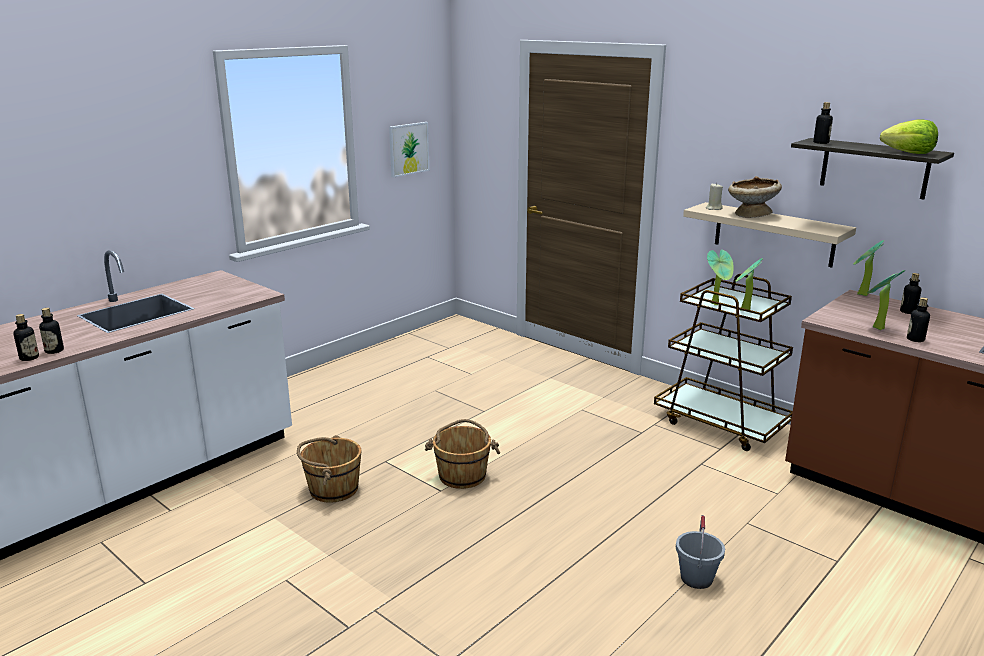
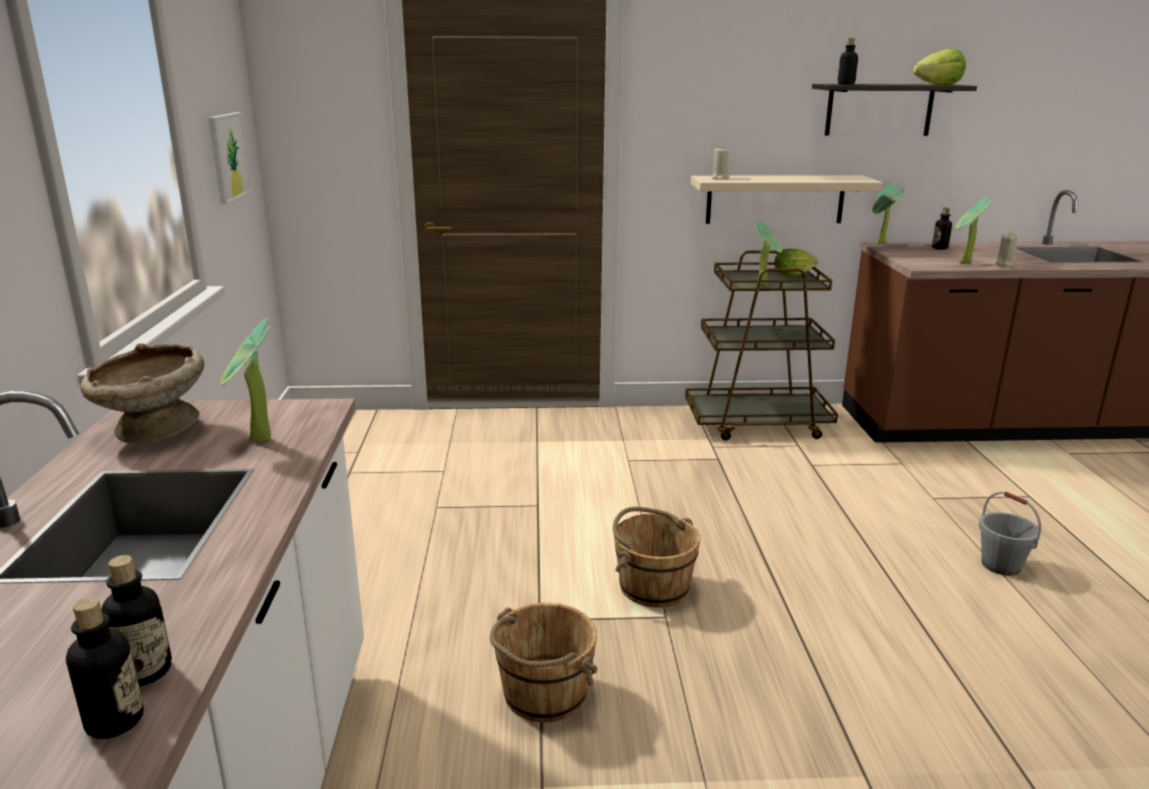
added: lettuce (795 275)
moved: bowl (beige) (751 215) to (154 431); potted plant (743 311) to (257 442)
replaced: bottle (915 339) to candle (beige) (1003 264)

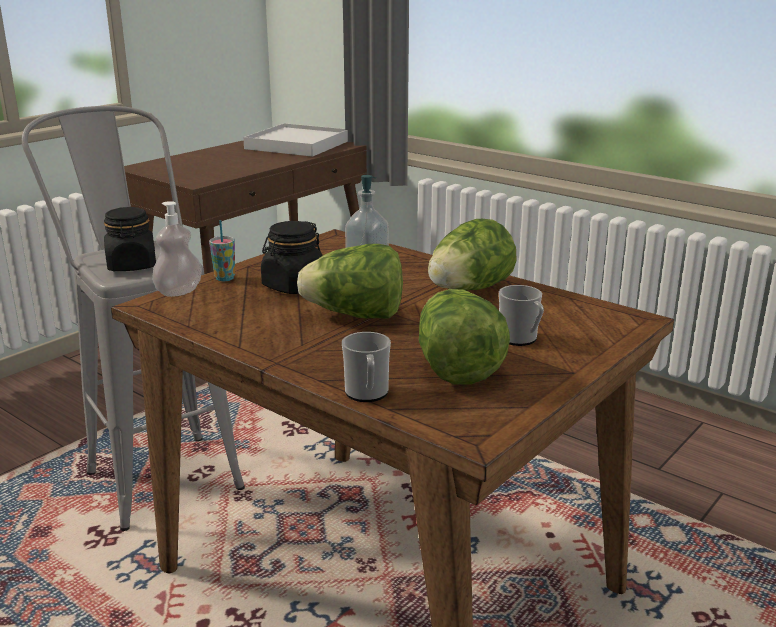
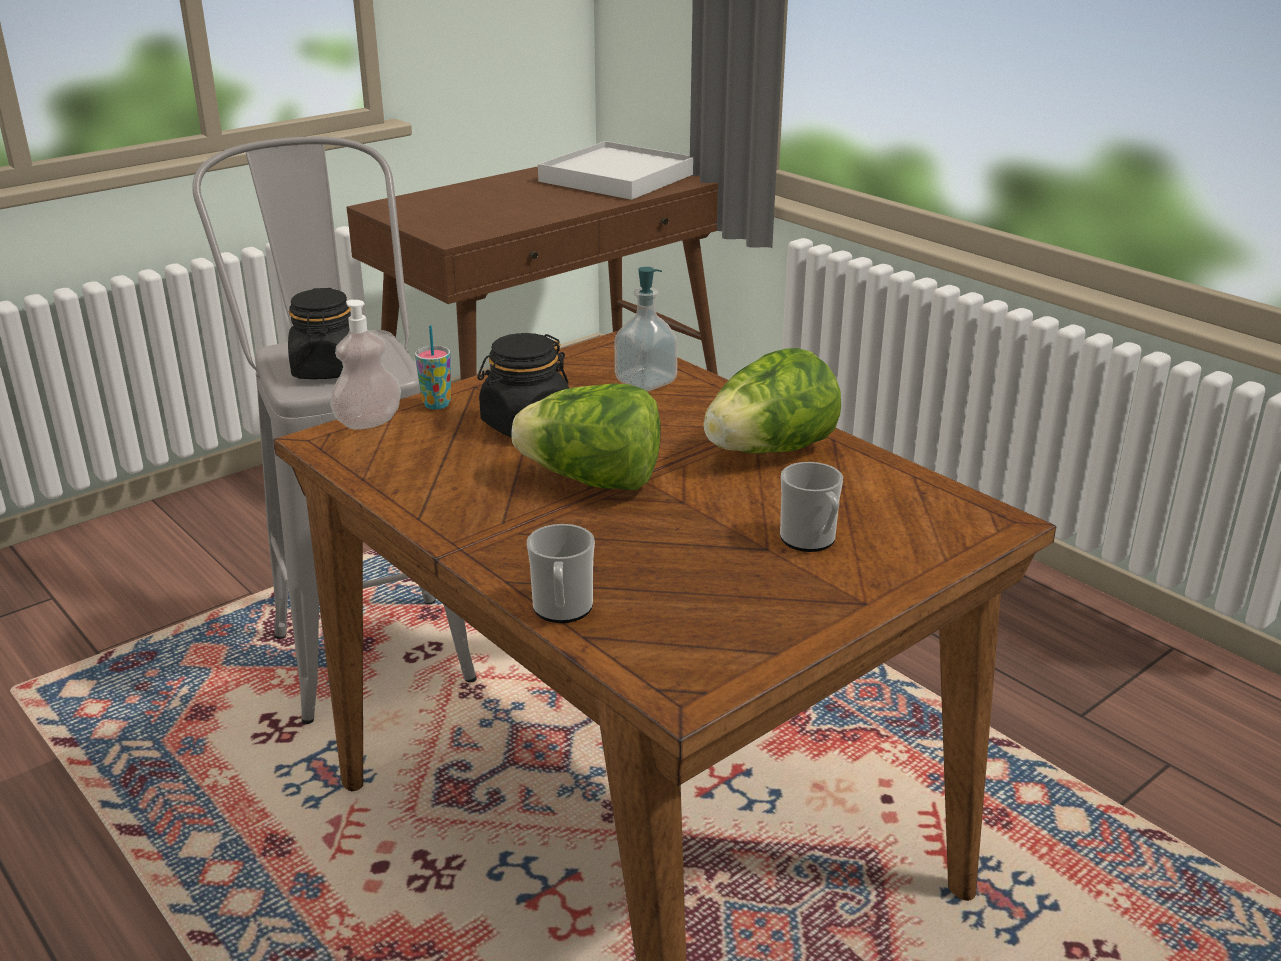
removed: lettuce (456 368)

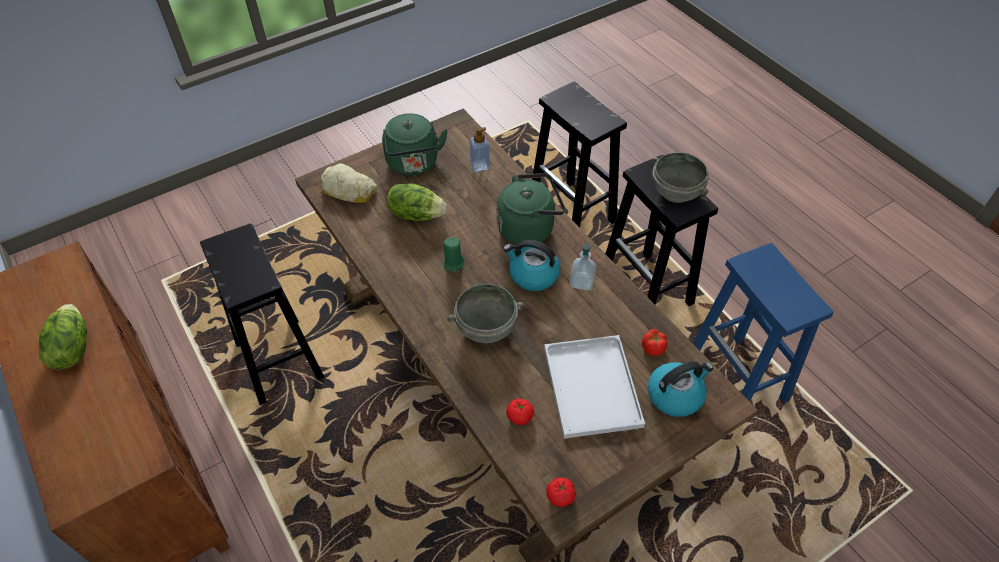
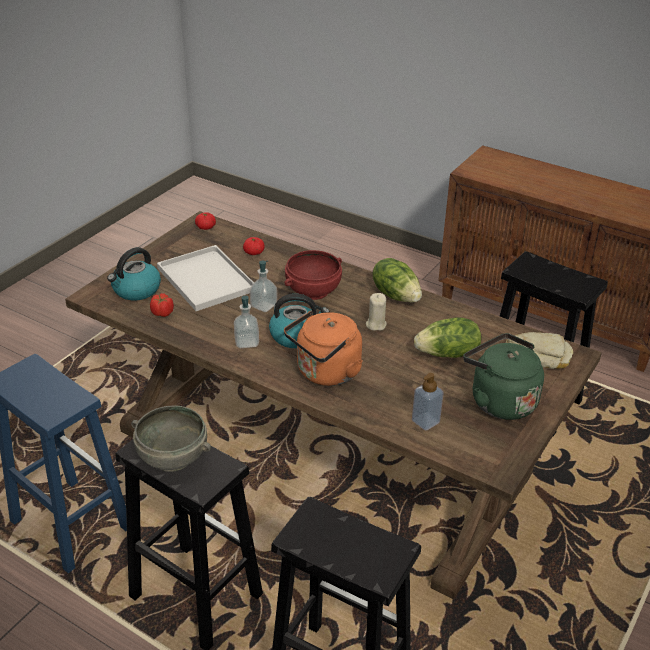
added: soap dispenser (263 306)
moved: lettuce (71 348) to (396 295)
recoloured: kettle (green) (528 228) to kettle (orange) (325 373); candle (green) (453 264) to candle (beige) (375 324); bowl (grey) (486 328) to bowl (red) (312 290)

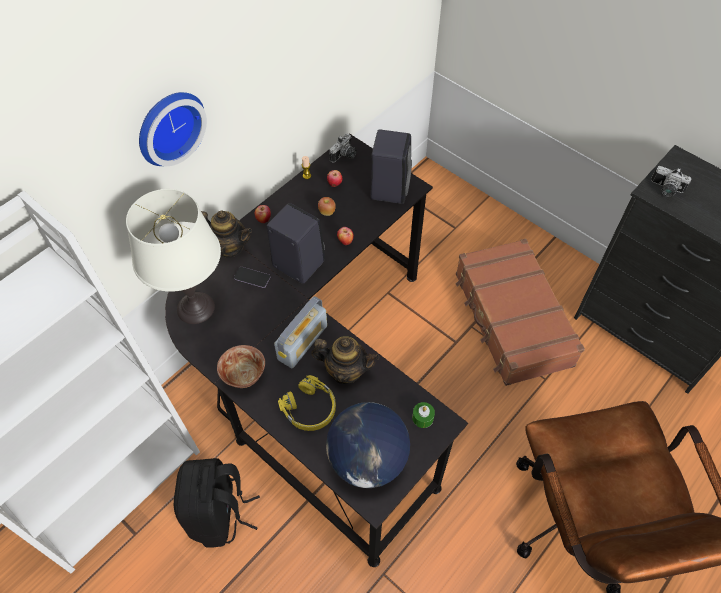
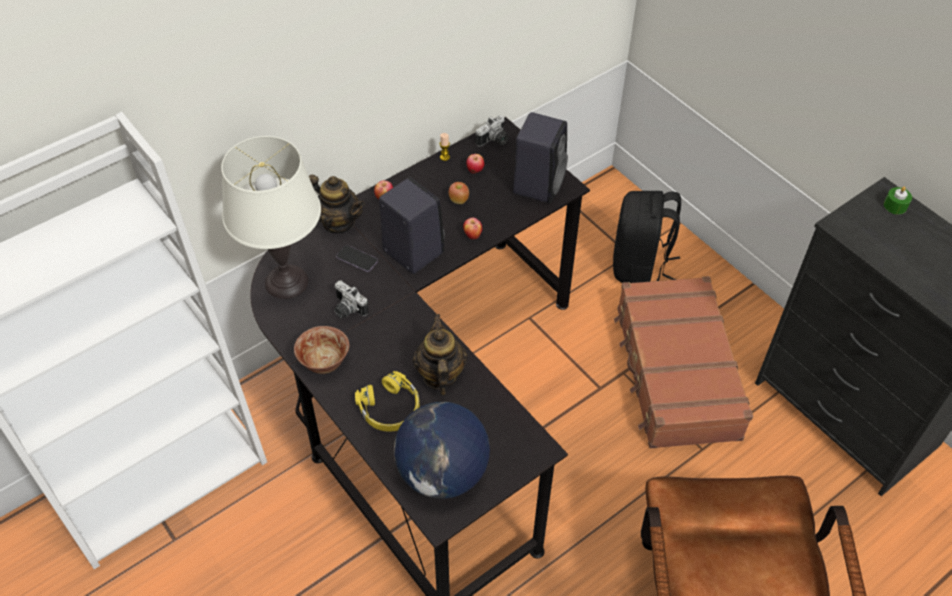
removed: wall clock (168 126); radio (302 342)
moved: photo camera (665 189) to (347 309); candle (green) (422 418) to (895 206); backpack (black) (220 514) to (640 266)
turned: teapot (345 370) = (440 375) 120 degrees counterclockwise

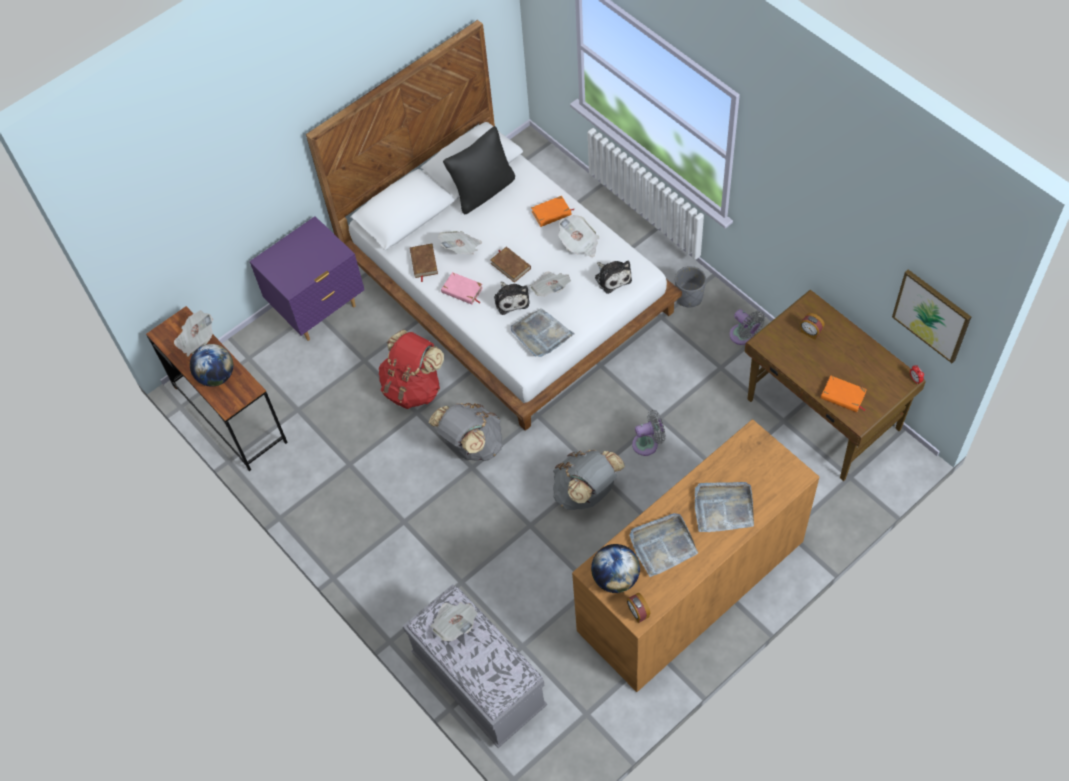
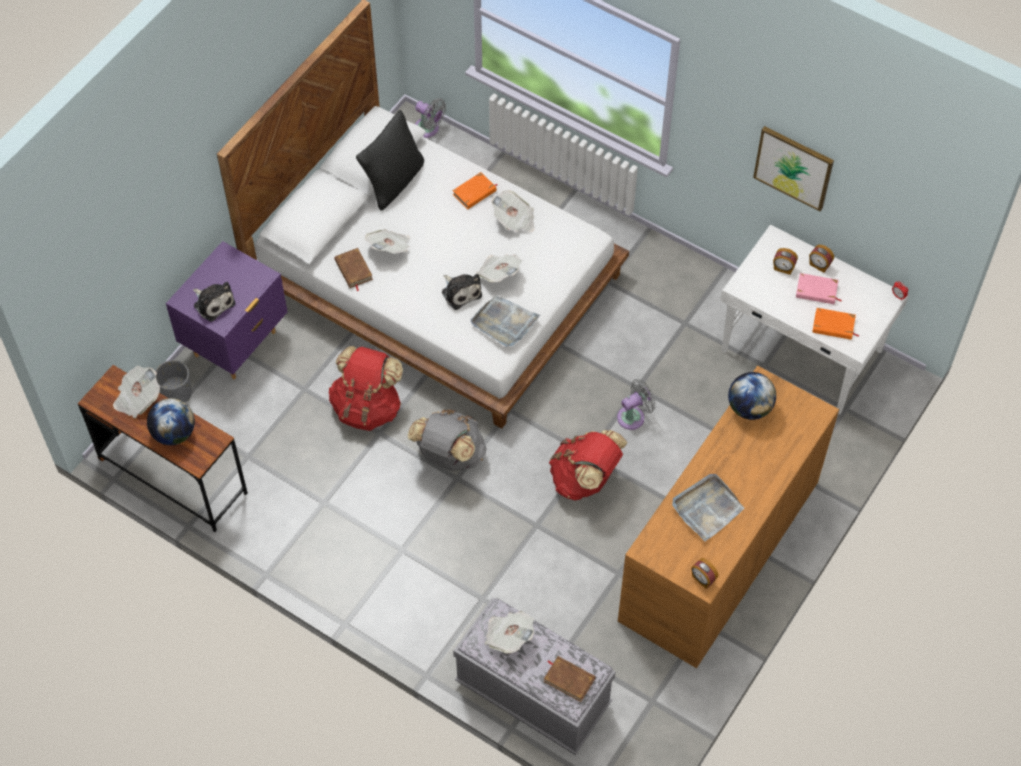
removed: tray (grey) (723 508)
added: alarm clock (819 265)
moved: book (brown) (510 265) to (569 679); plush toy (612 277) to (213 303); planter (grey) (689 297) to (177 393); picture (931 315) to (793 167); book (pink) (462 290) to (816 291); fan (grey) (743 336) to (428 129); globe (615 578) to (749 408)
recoloured: desk (brown) (823 416) to desk (white) (801 352); backpack (grey) (586 492) to backpack (red) (585 479)

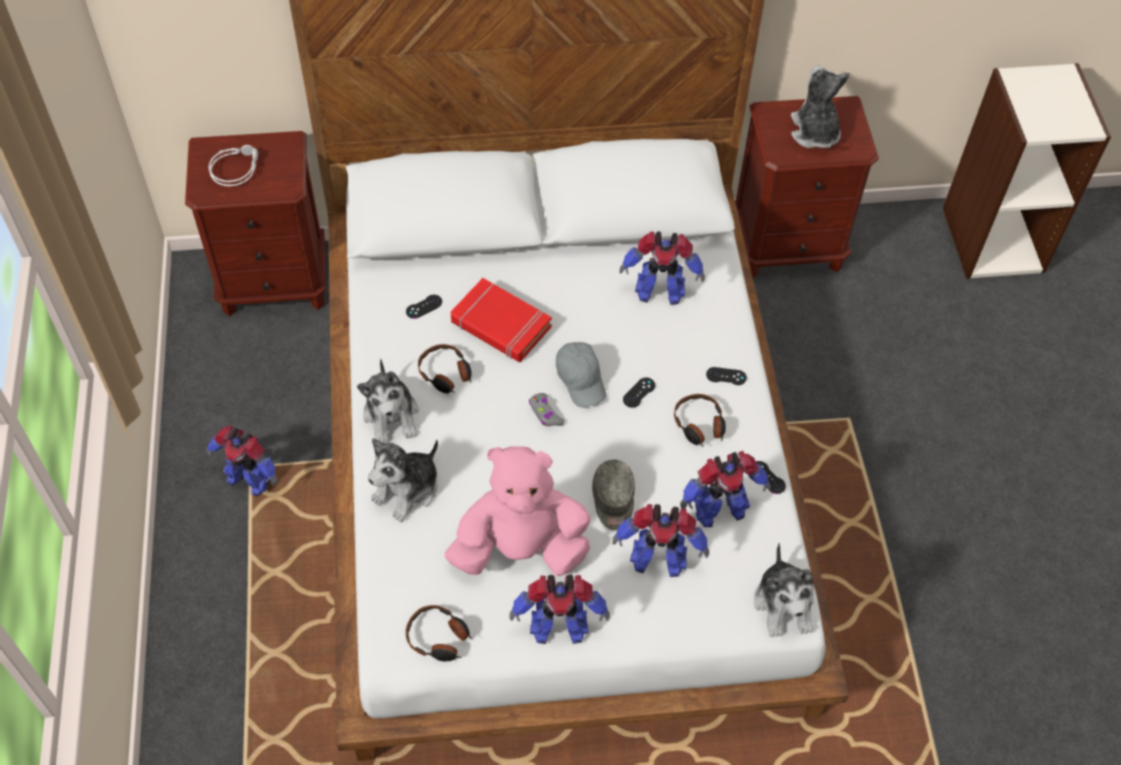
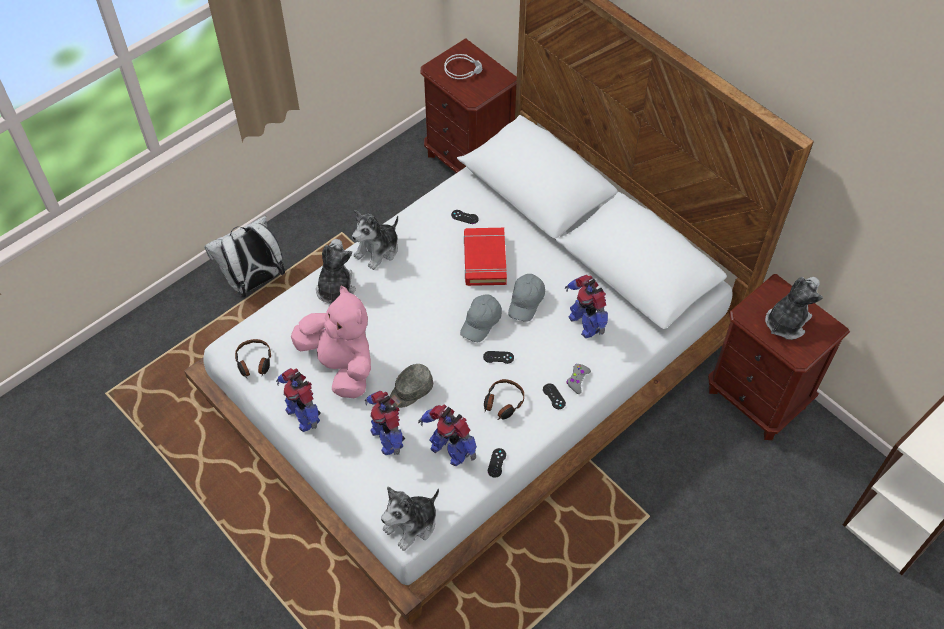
removed: headphones (446 374); toy robot (249 479)
added: backpack (white) (254 282); cap (grey) (526 302)
moved: game controller (grey) (545 413) to (577 380)
turned: plush toy (407 490) = (335 288) 90 degrees clockwise

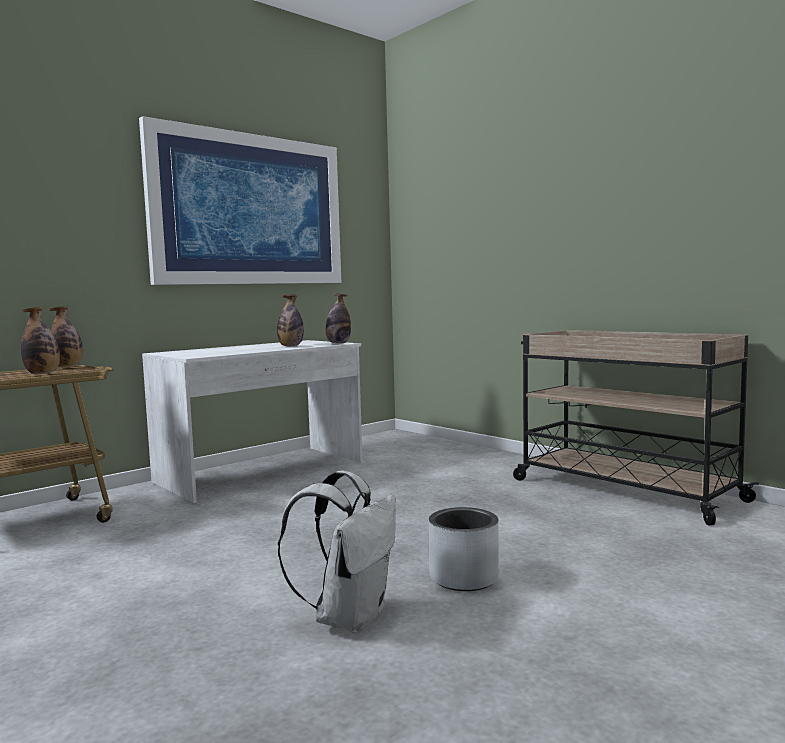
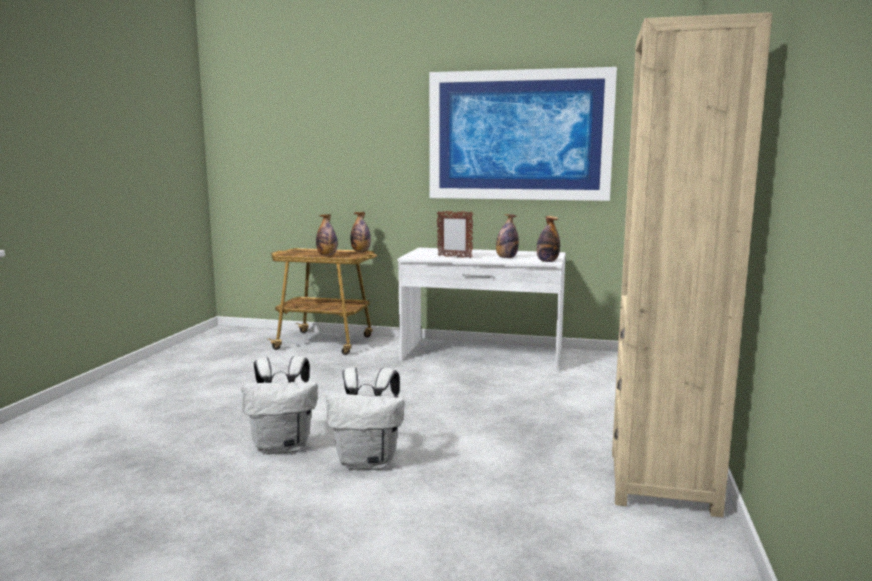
added: picture frame (454 257)
replaced: cart (beige) (622 489) to bookcase (beige) (662 482); planter (grey) (464 577) to backpack (white) (368 462)

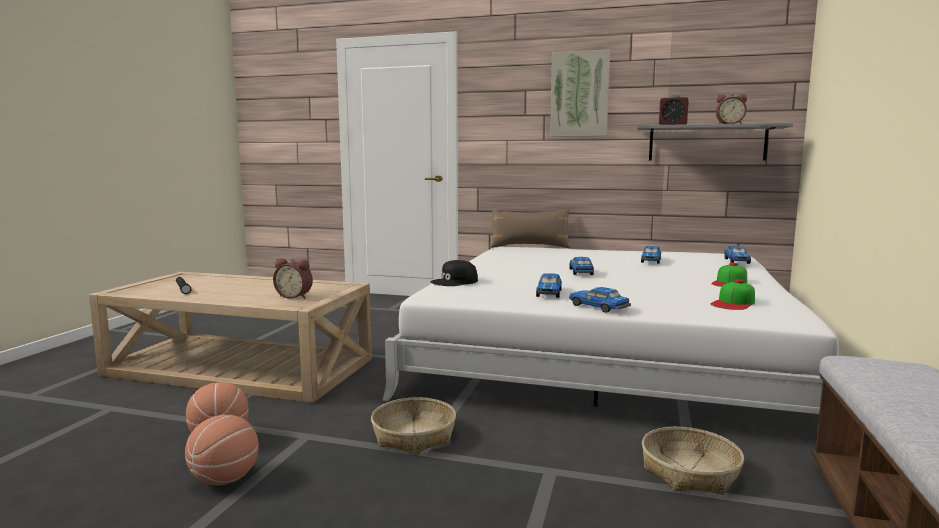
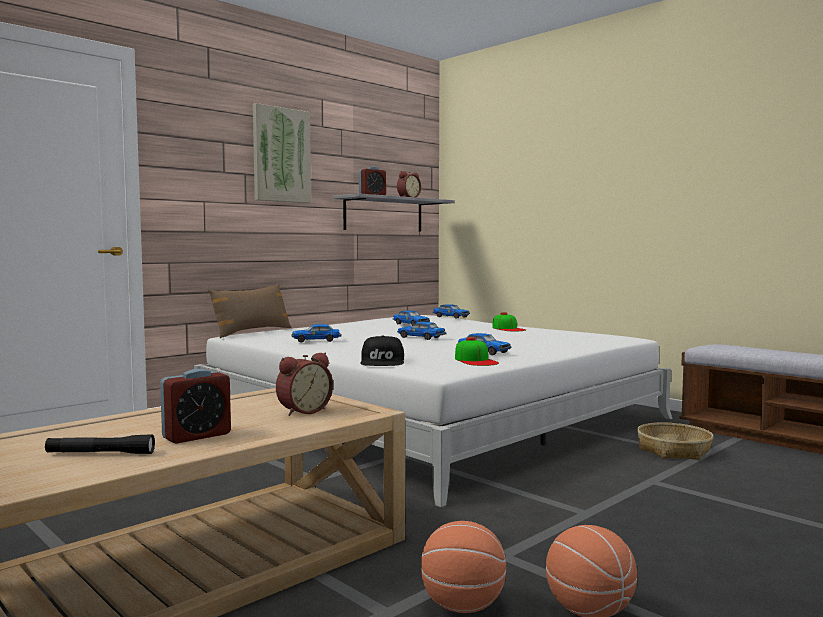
removed: basket (414 436)
added: alarm clock (197 436)
moved: cap (733 303) to (476 360); toy car (599 307) to (316 340)

